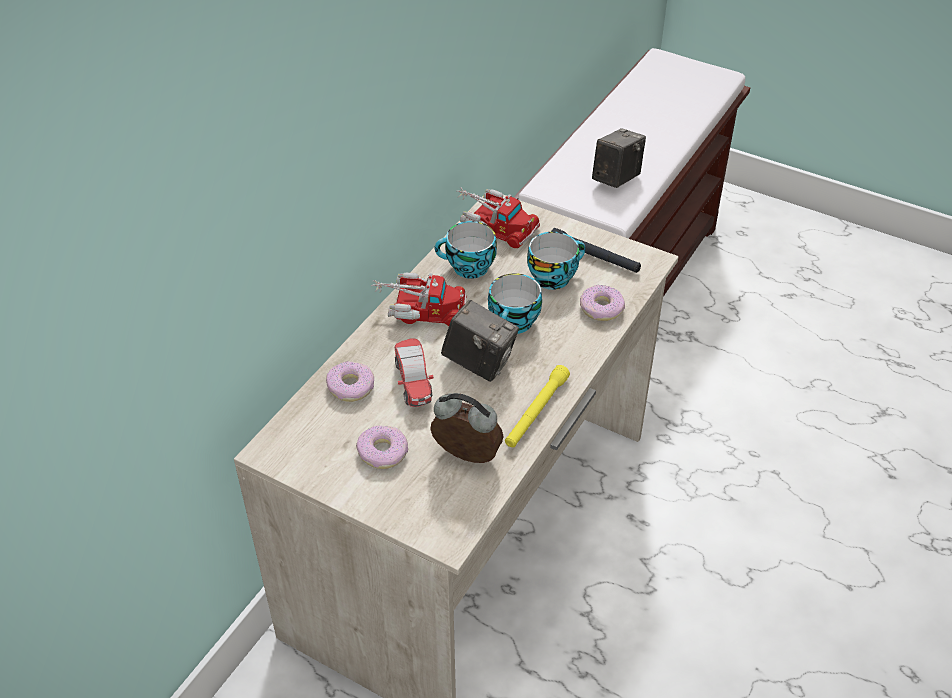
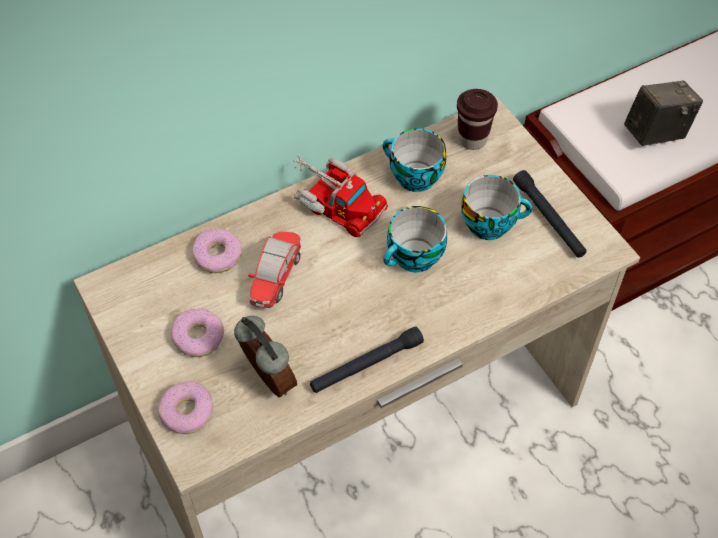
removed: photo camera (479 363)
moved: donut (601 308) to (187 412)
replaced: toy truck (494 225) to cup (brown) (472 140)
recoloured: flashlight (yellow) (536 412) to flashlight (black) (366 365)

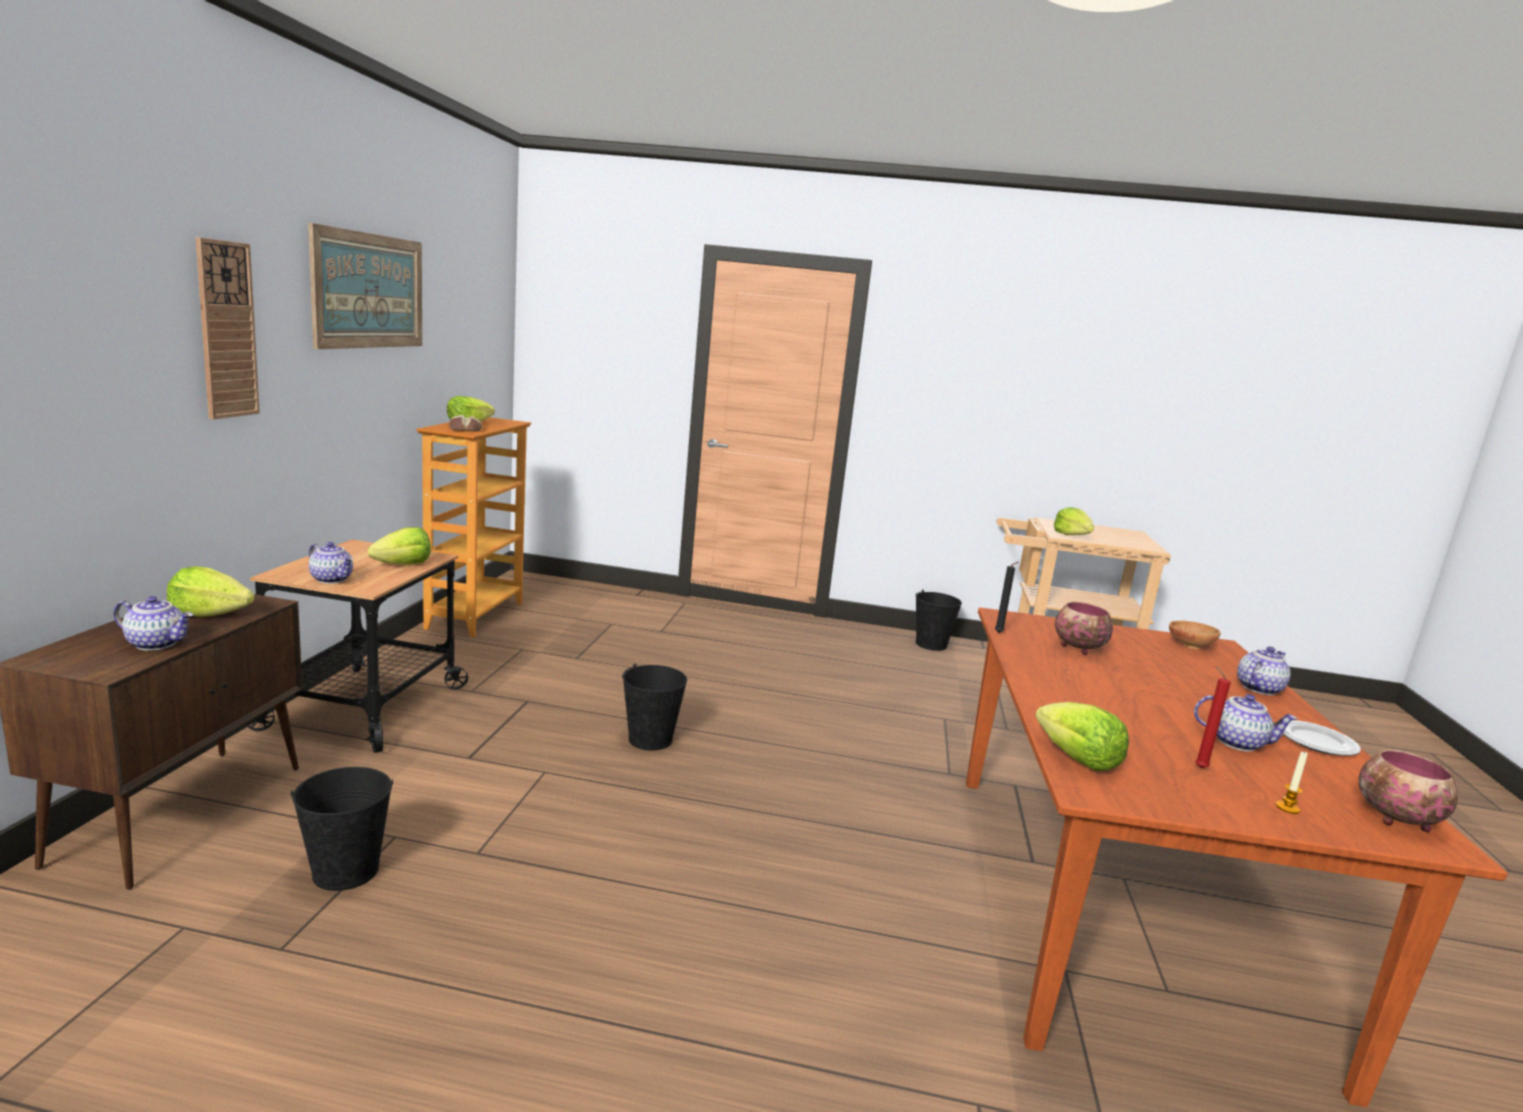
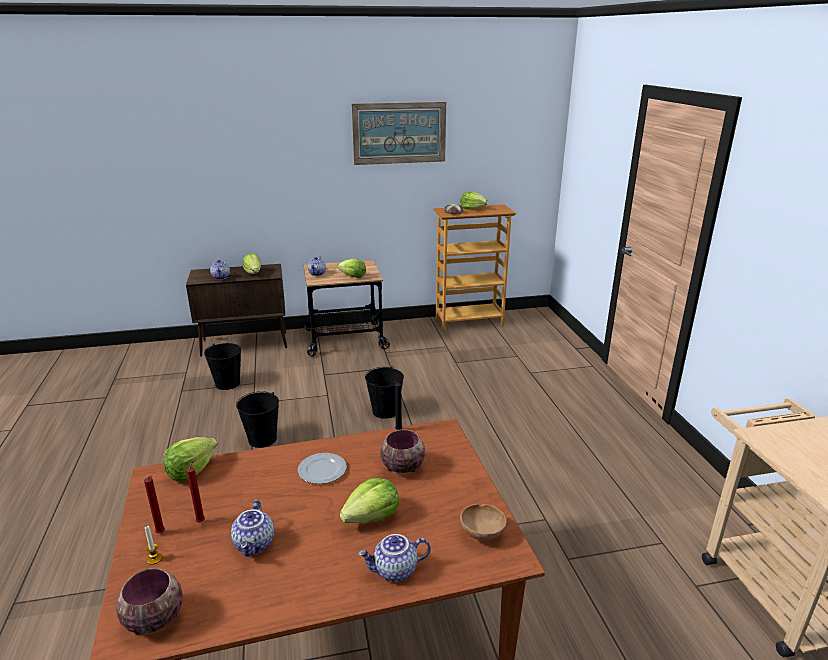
removed: wall clock (227 330)
added: candle (red) (161 533)
moved: lettuce (1072 535) to (372 517); bucket (black) (931 644) to (262 439); plate (1317 742) to (322 471)
turned: teapot (1257 688) = (395 571) 135 degrees clockwise

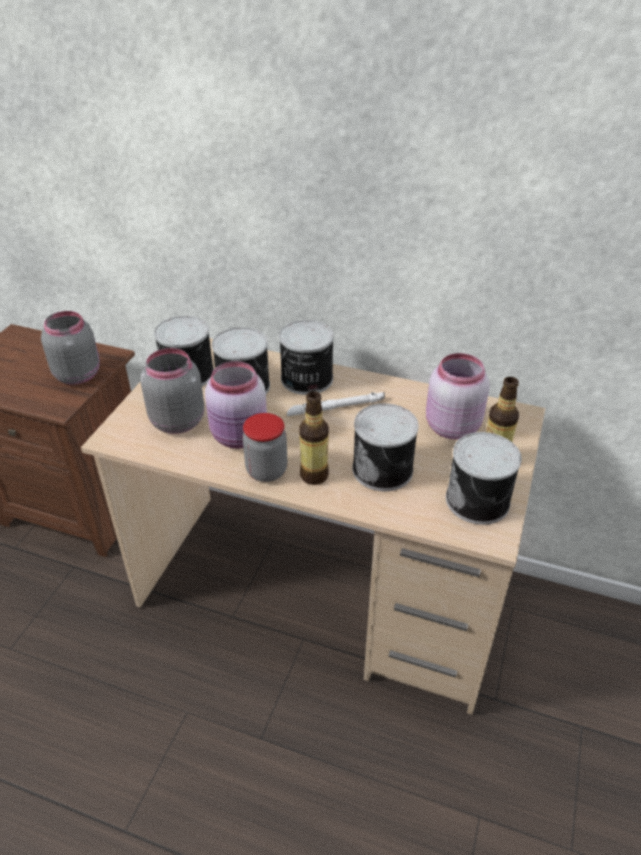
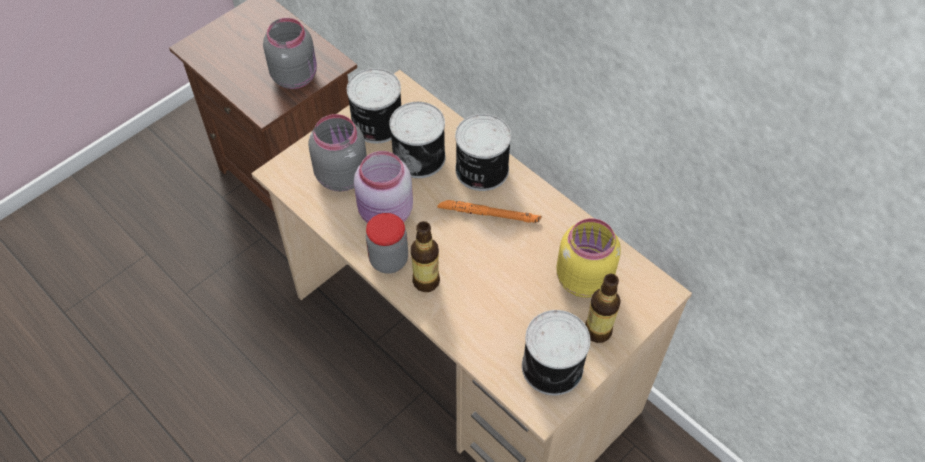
removed: can (384 469)
recoloured: jar (pink) (450 426) to jar (yellow) (582 278); flashlight (white) (336 407) to flashlight (orange) (489 214)

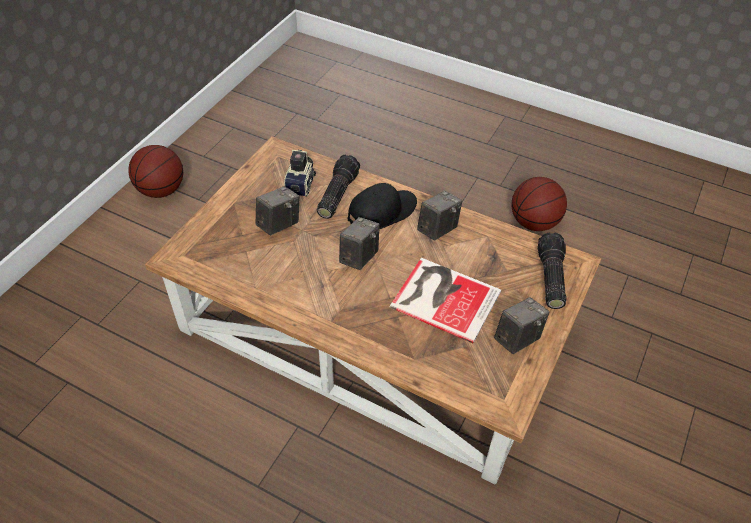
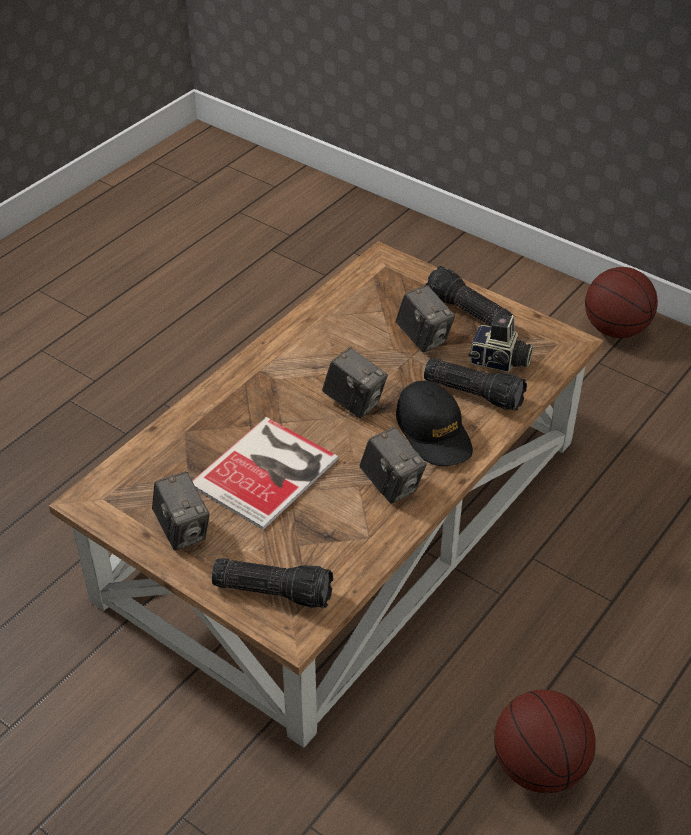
added: flashlight (466 312)

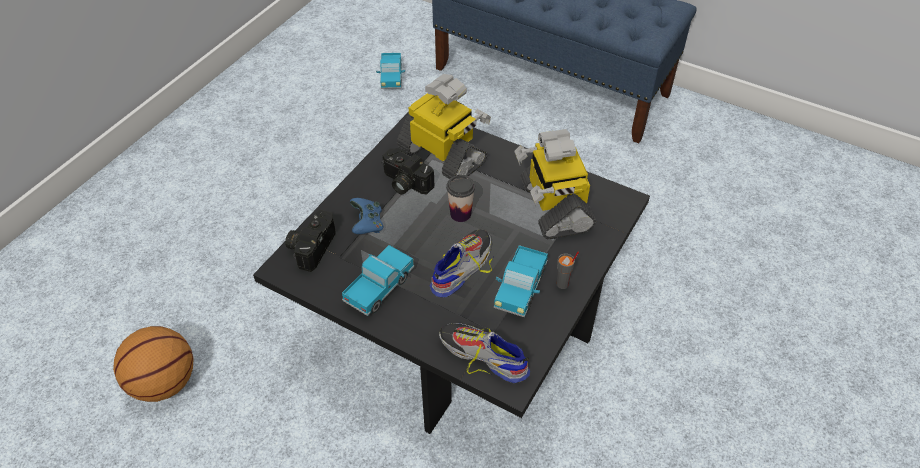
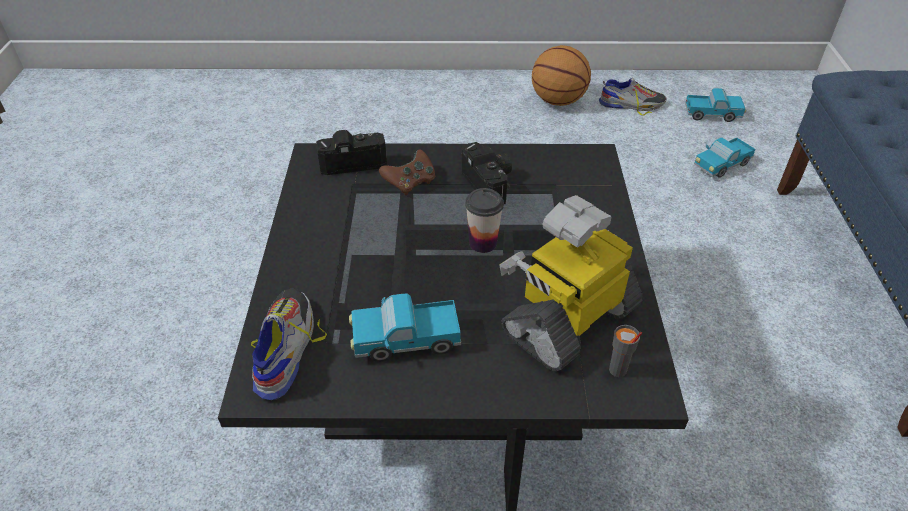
removed: toy robot (444 155)
moved: shoe (461 266) to (632 104); toy truck (380 287) to (712 115); cup (grey) (562 284) to (617 370); basketball (164 383) to (557 101)
recoloured: game controller (blue) (367 224) to game controller (brown) (410 183)
turned: photo camera (404 183) = (490 184) 150 degrees clockwise

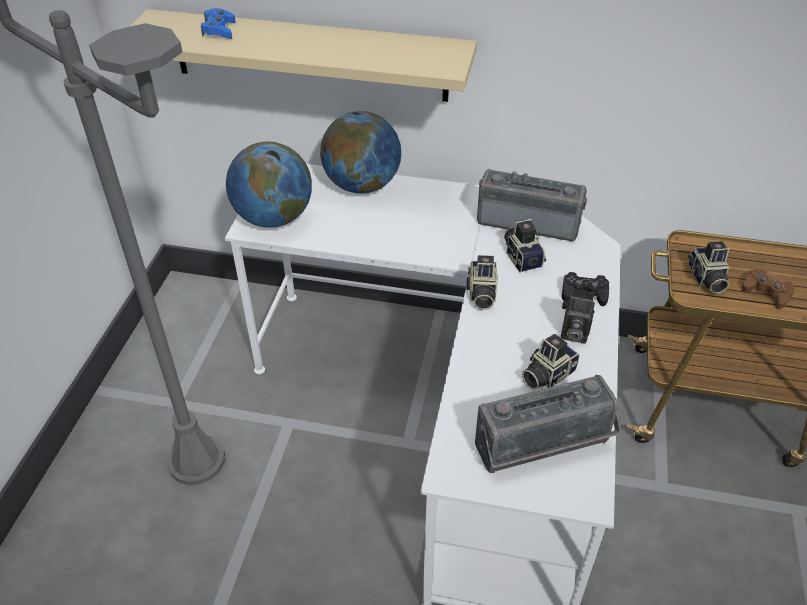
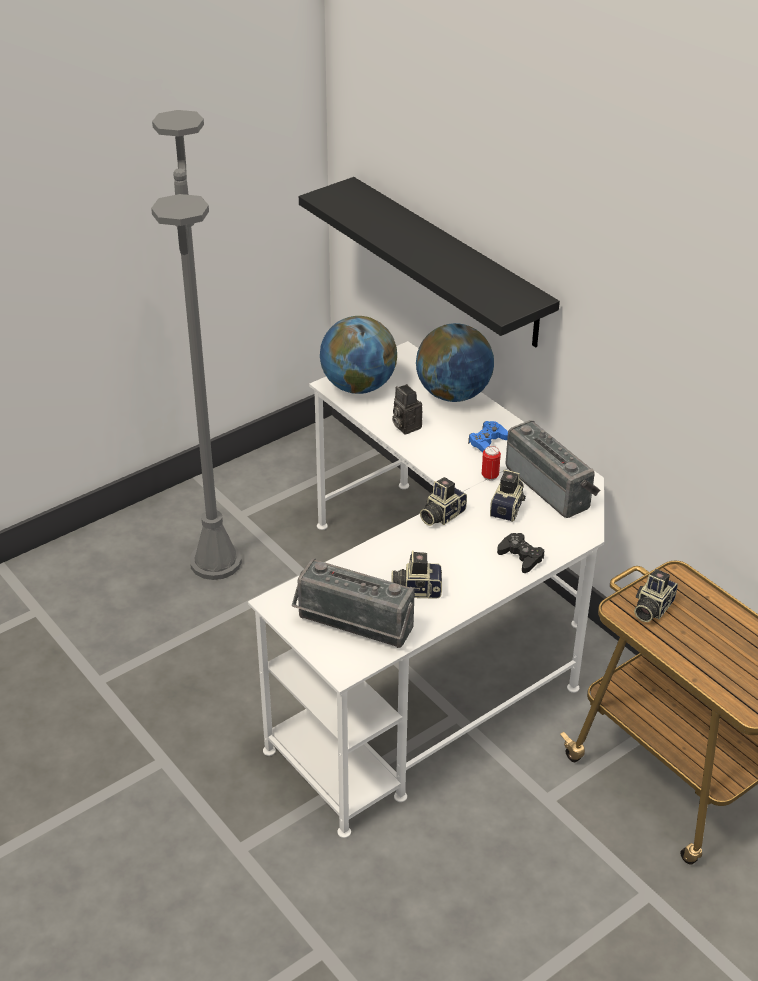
removed: game controller (brown) (766 292)
added: can (490 476)
moved: game controller (blue) (219 30) to (487 442); photo camera (572 334) to (405 426)
recoloured: shelf (beige) (309 56) to shelf (black) (448 262)

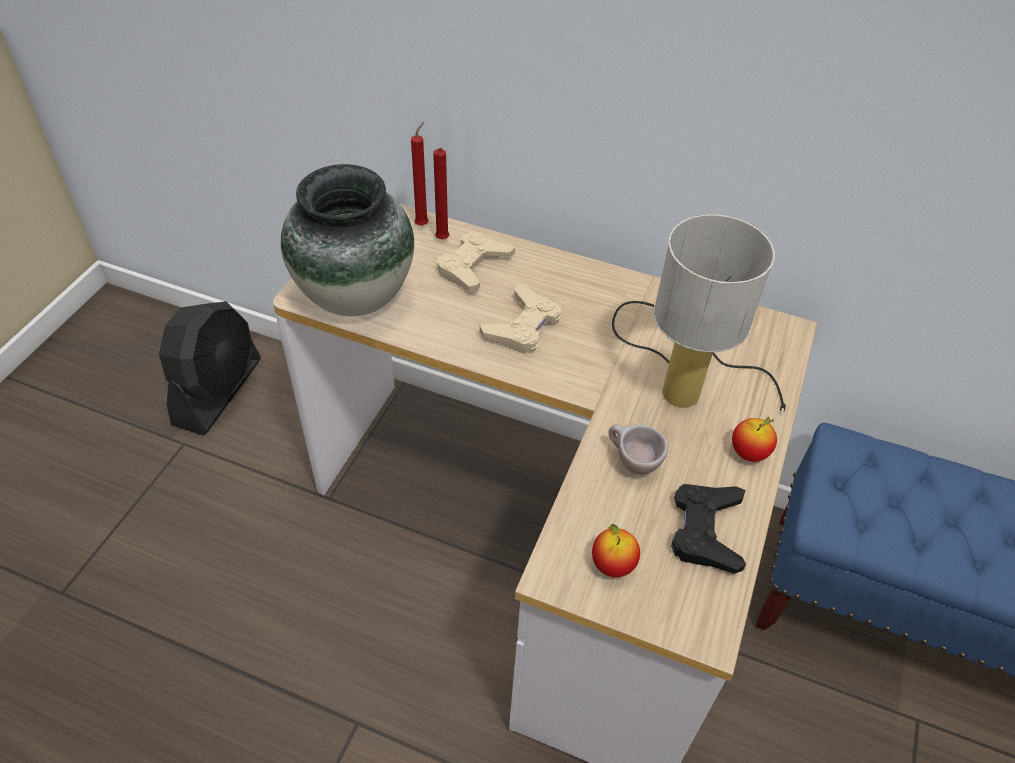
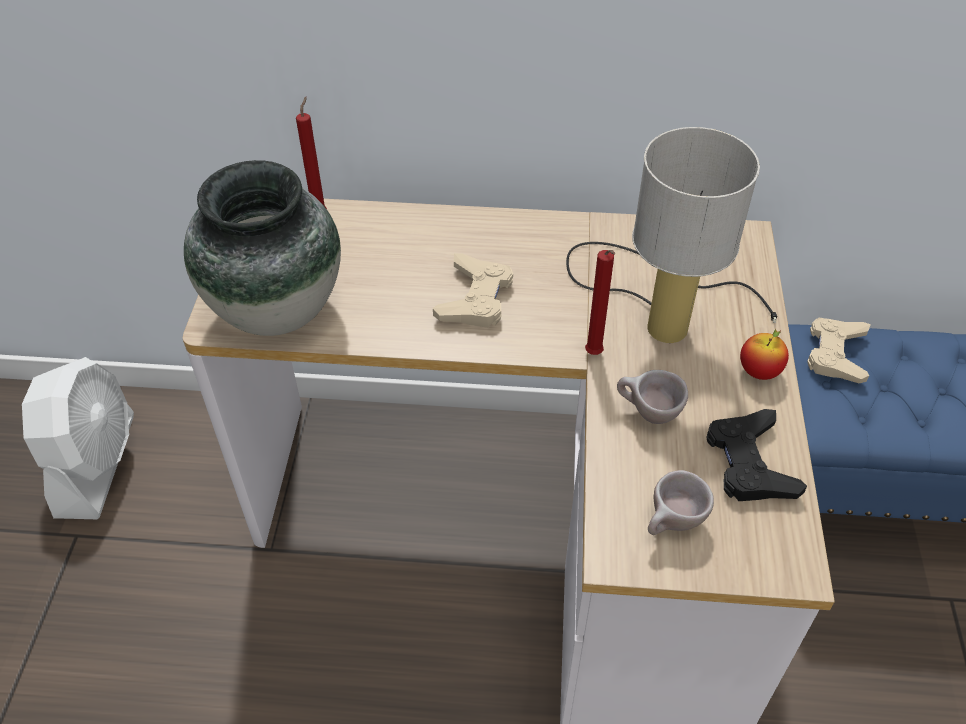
moved: candle (red) (442 241) to (594 355); game controller (beige) (473 266) to (836 354)
replaced: apple (612 564) to cup (beige) (671 525)
recoloured: fan (black) (218 391) to fan (white) (97 464)

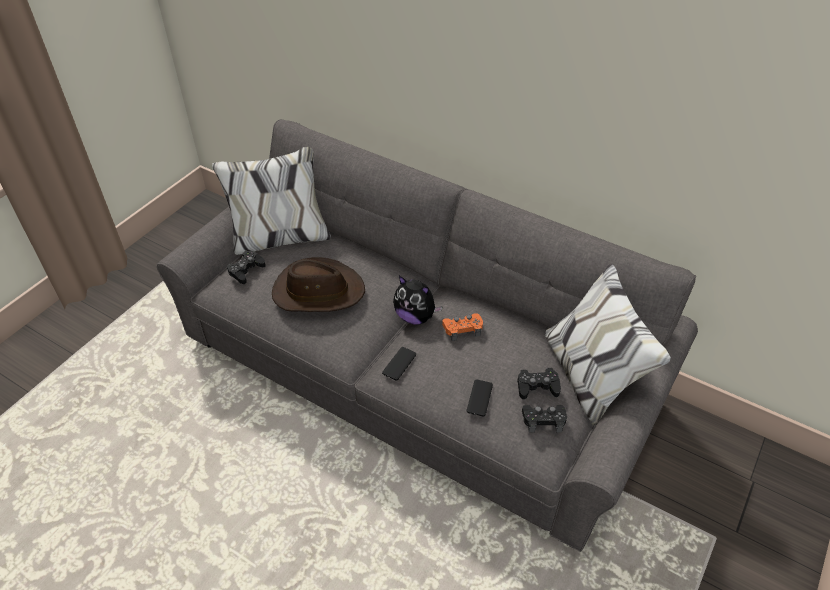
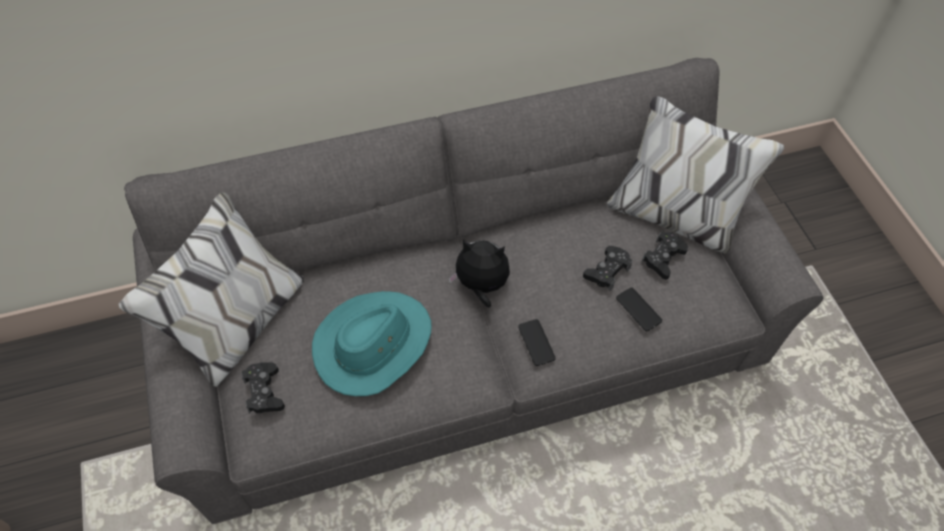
removed: game controller (orange) (462 329)
moved: game controller (black) (543 420) to (607 271)
recoloured: hat (brown) (317 291) to hat (turquoise) (373 344)
turned: plush toy (415 316) = (481 286) 150 degrees counterclockwise

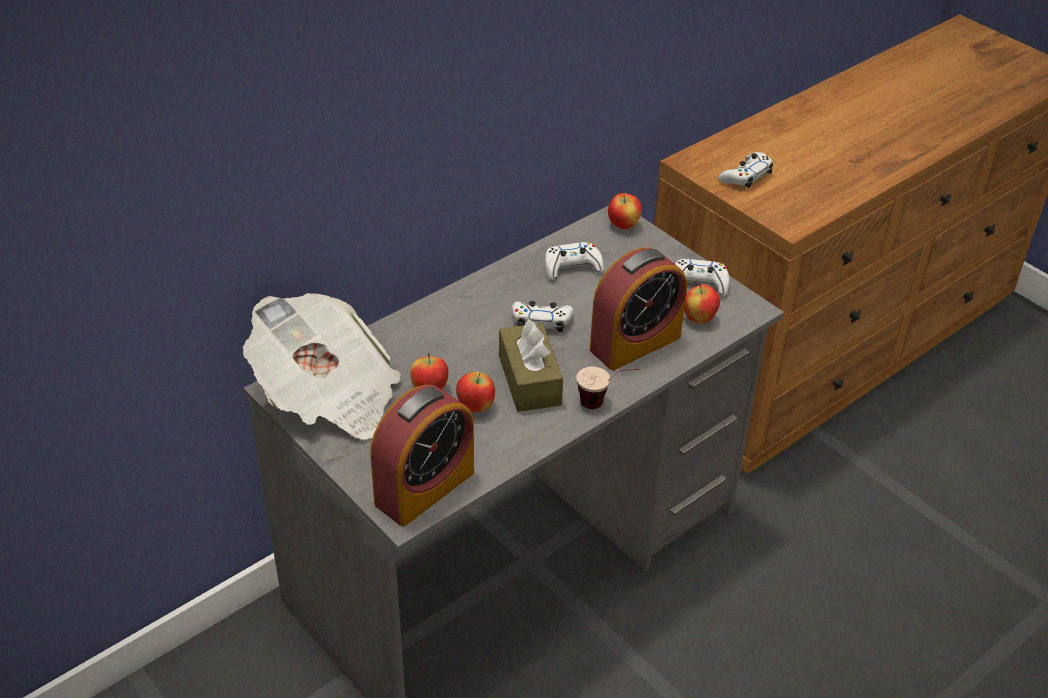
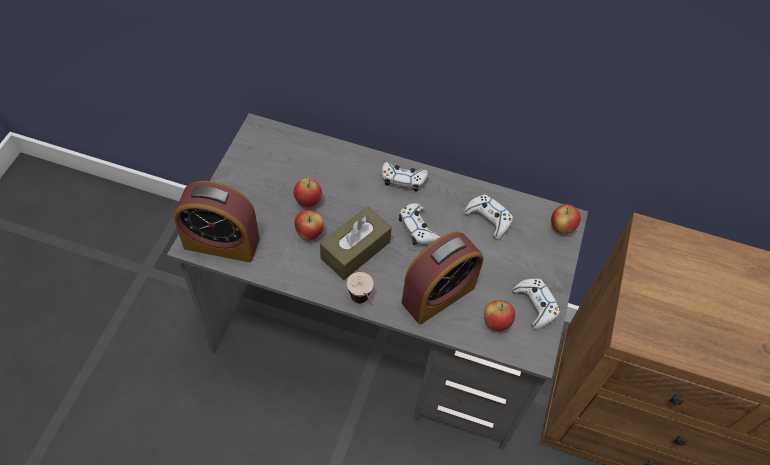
removed: newspaper (327 395)
moved: game controller (white) (746 176) to (403 179)
turned: alarm clock (635 343) = (438 294) 60 degrees counterclockwise

